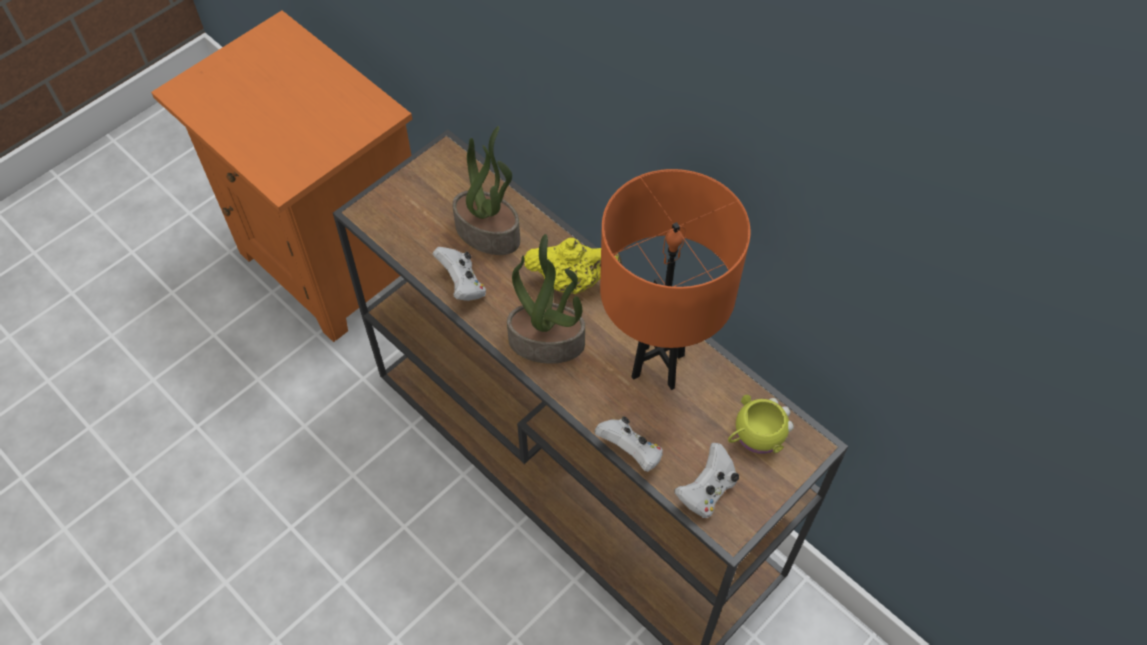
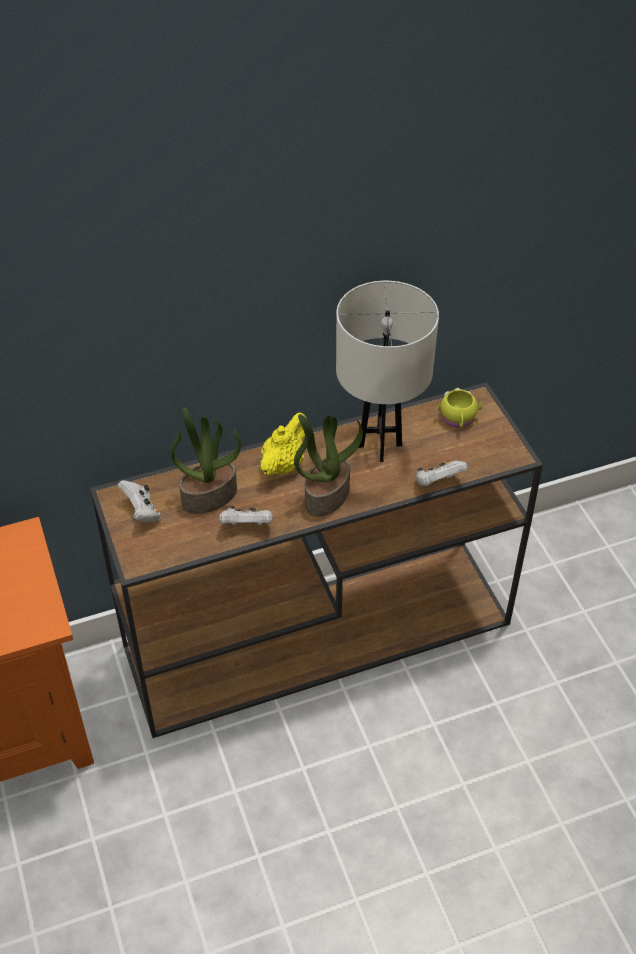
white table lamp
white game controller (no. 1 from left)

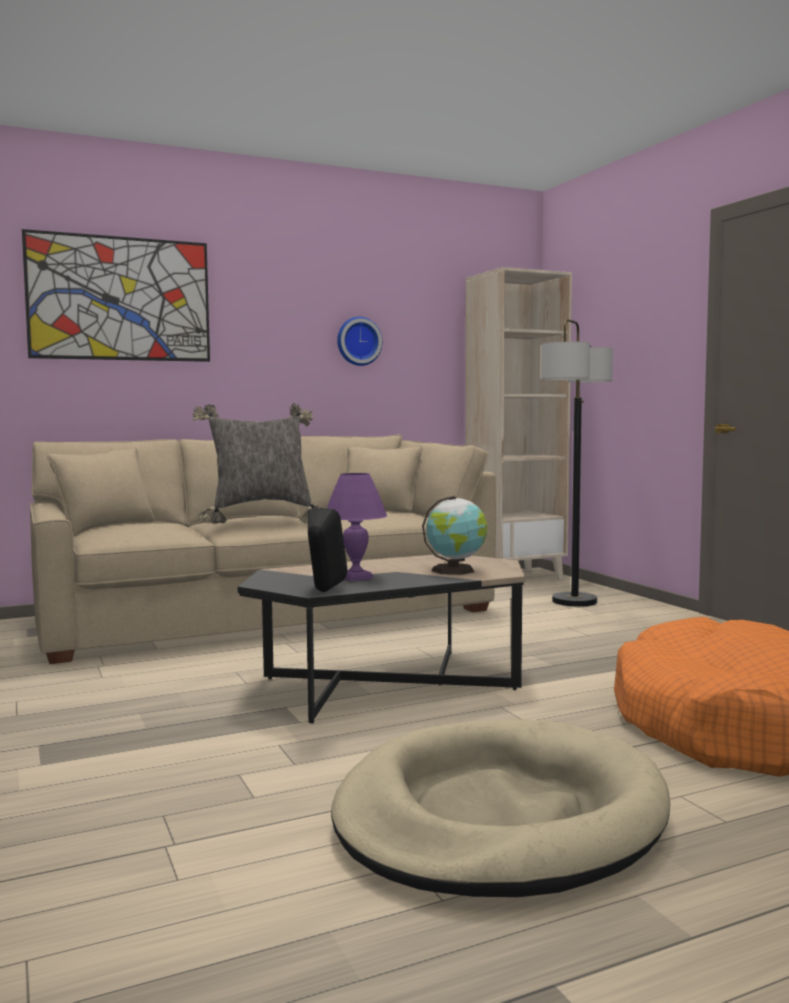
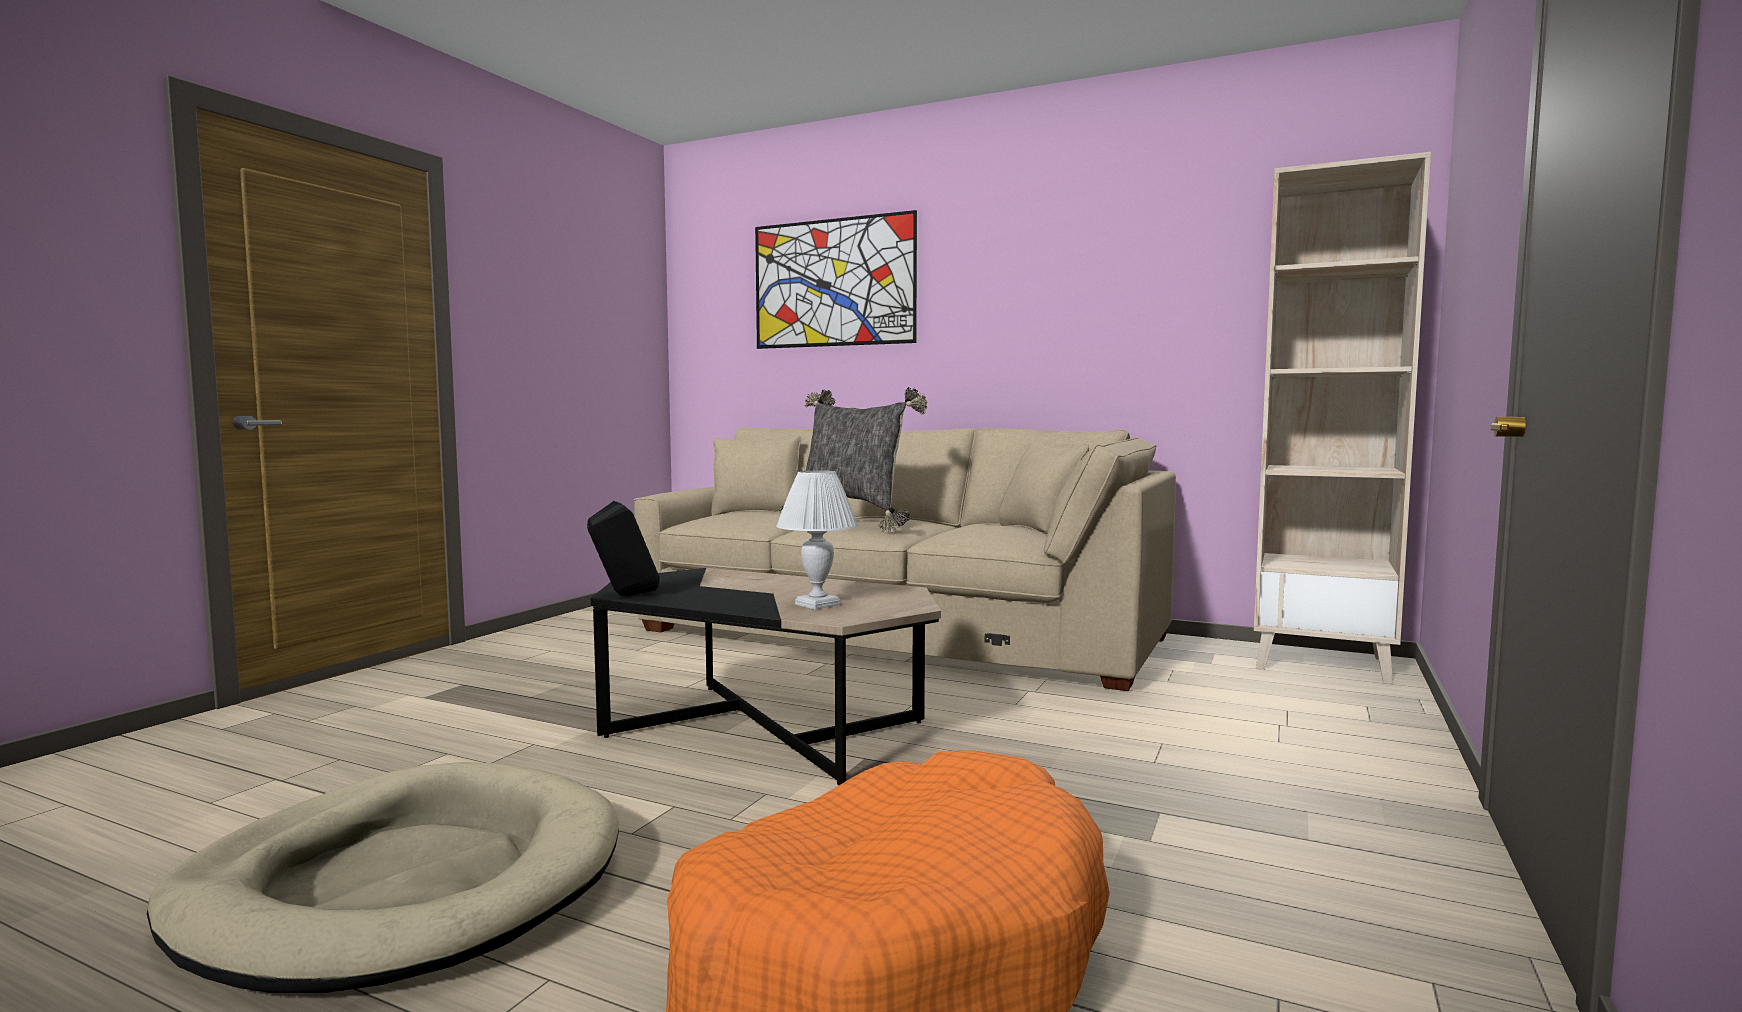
purple table lamp
wall clock
white table lamp
floor lamp

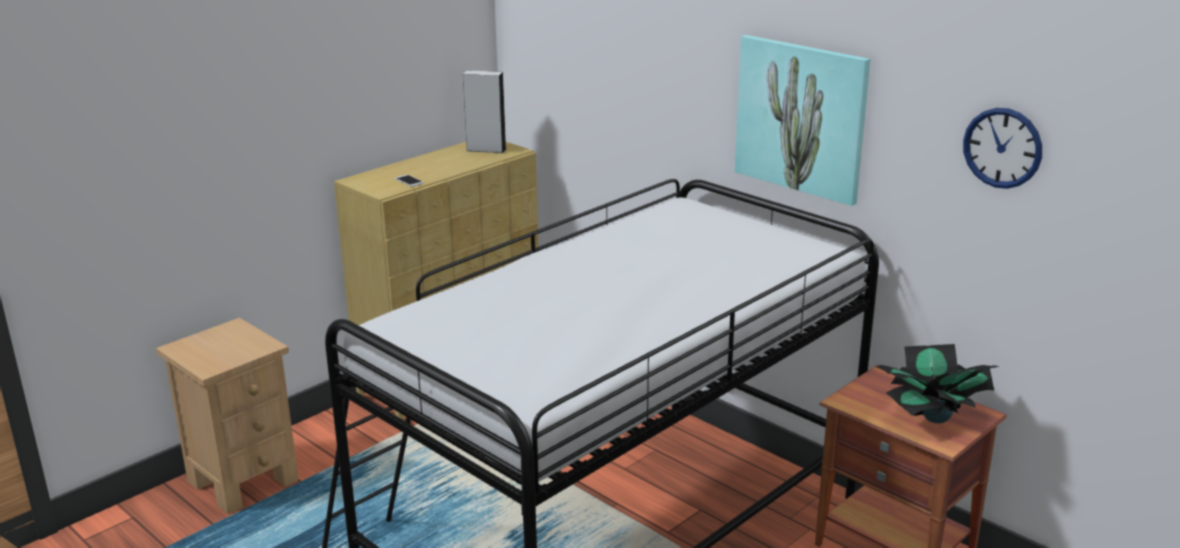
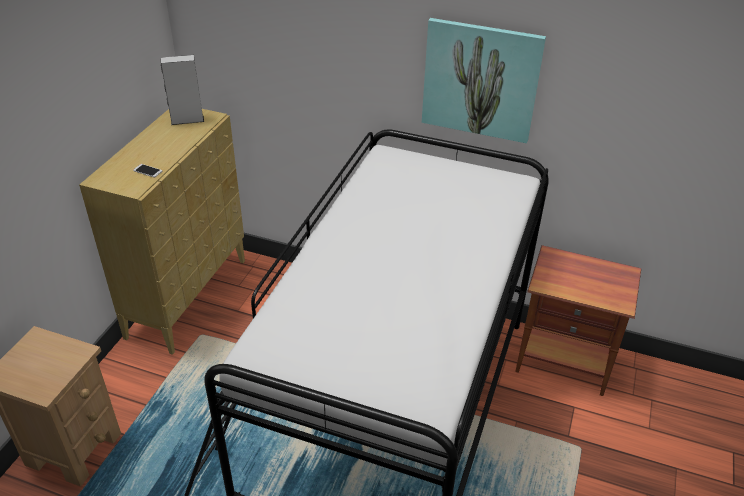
potted plant
wall clock

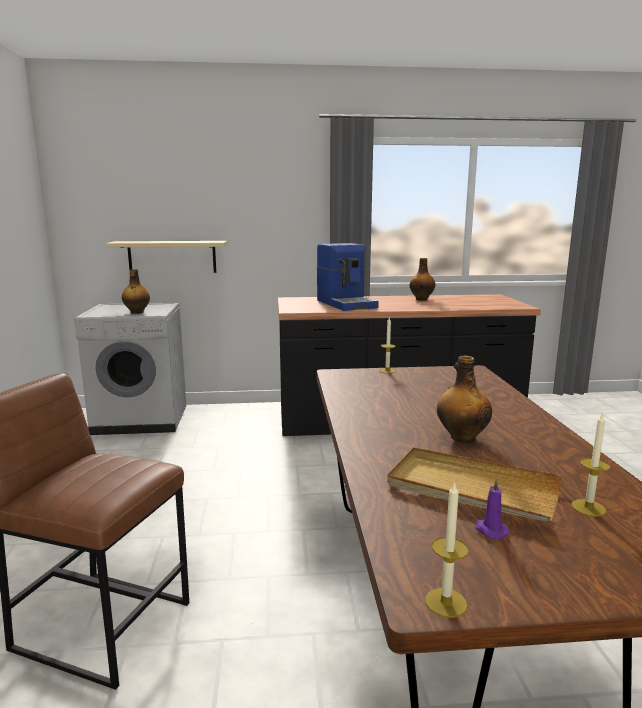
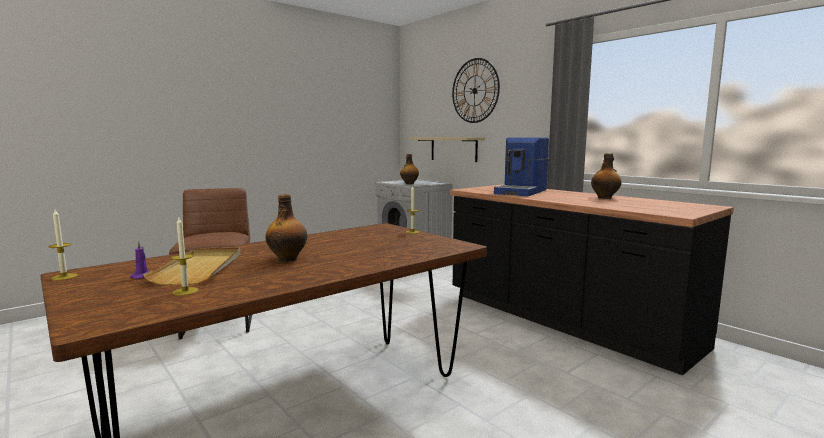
wall clock

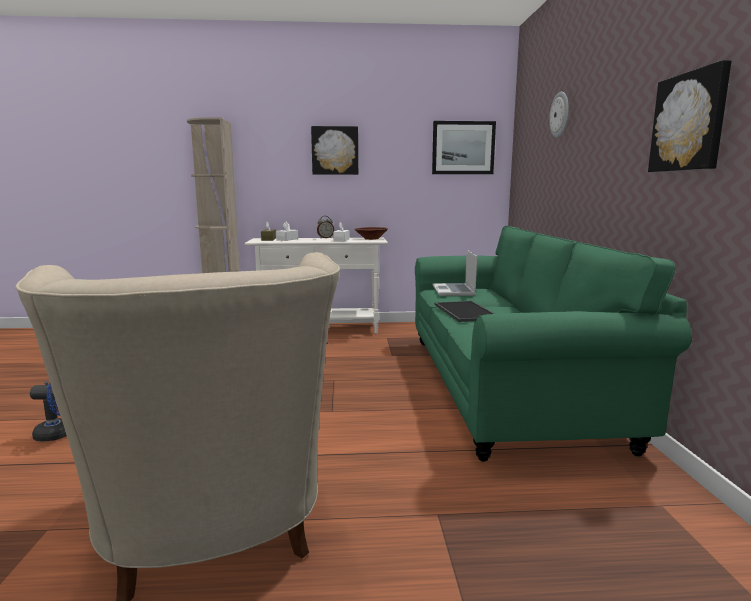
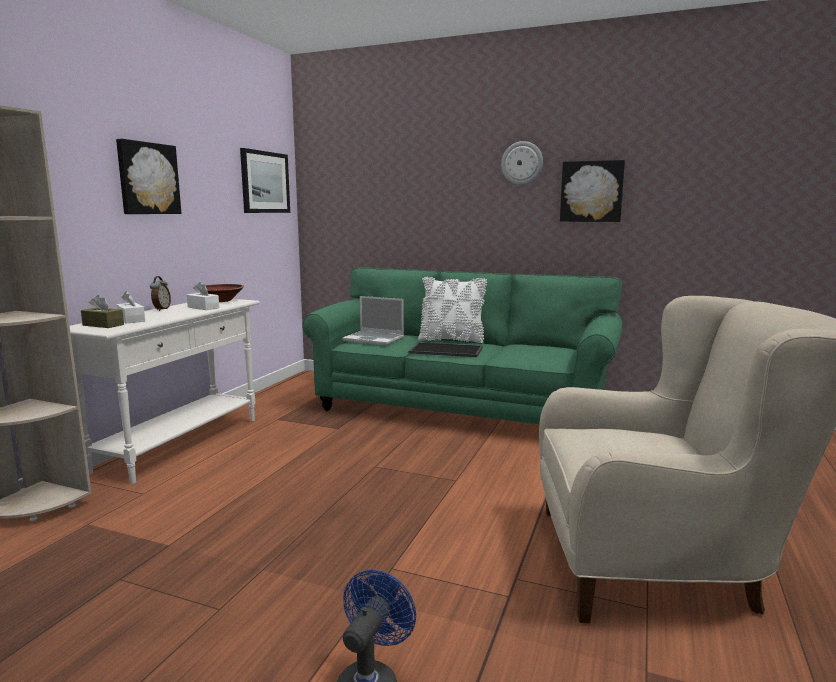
wall clock
white pillow

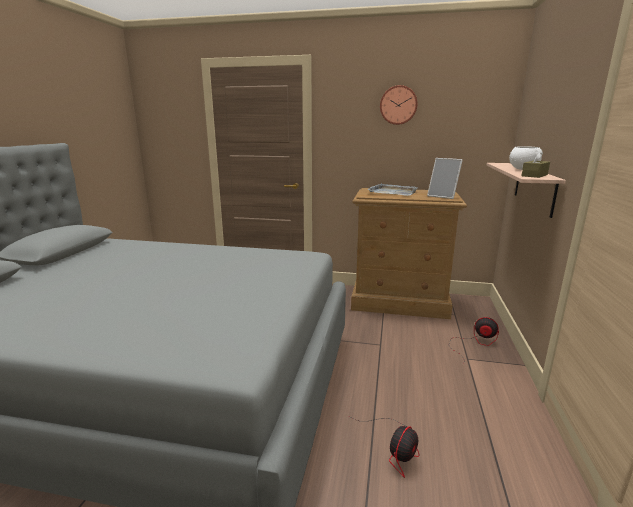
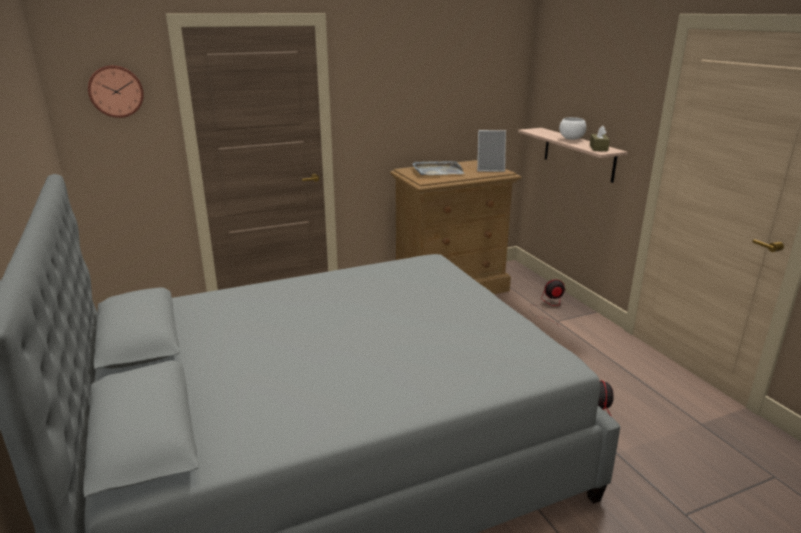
wall clock

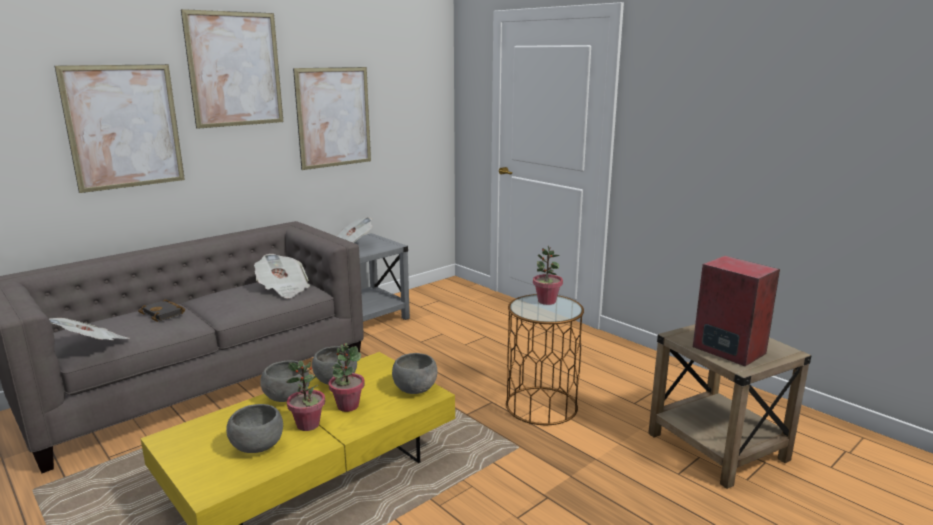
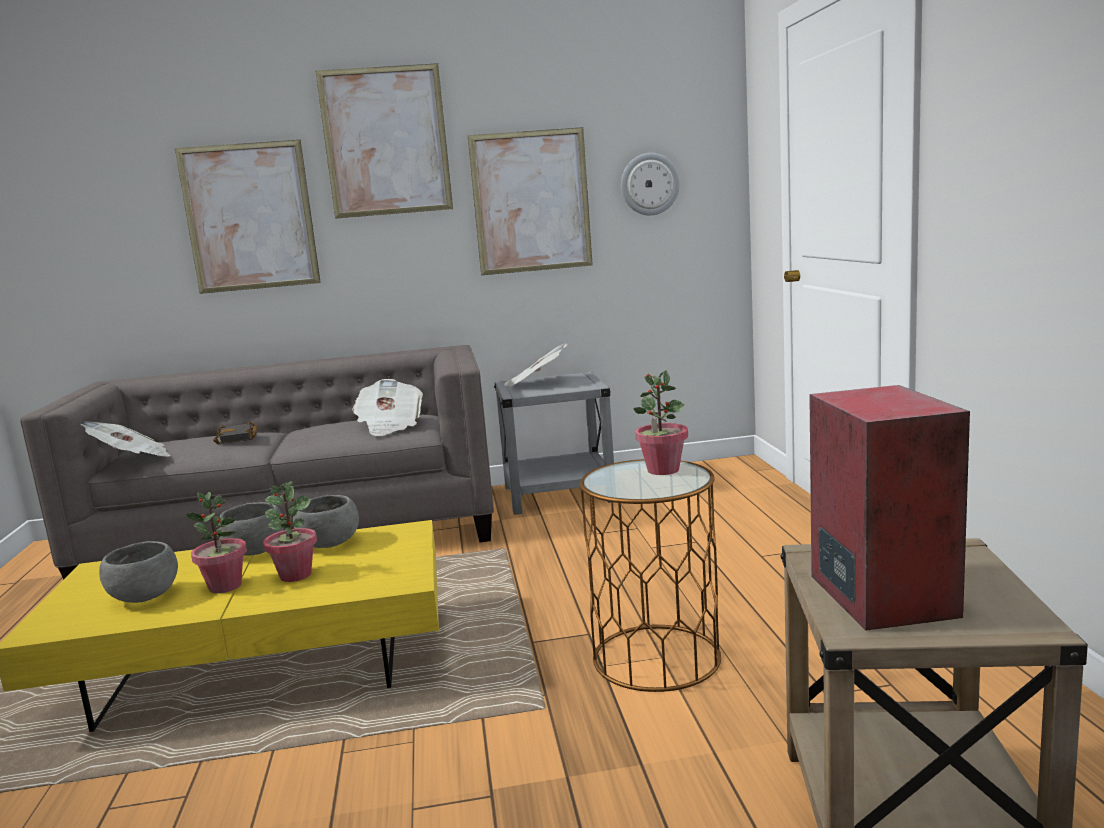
grey bowl (no. 4 from left in the first image)
wall clock

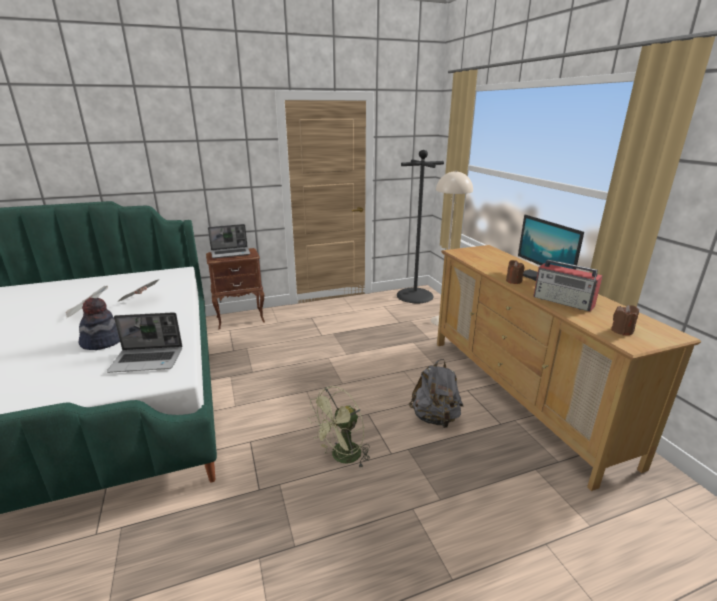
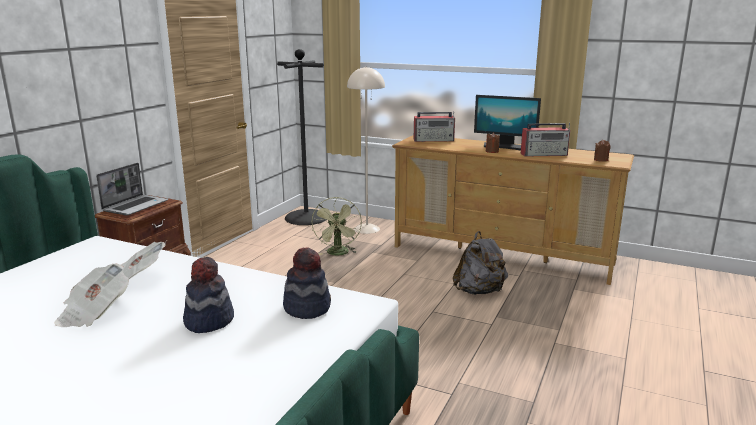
hat (no. 2 from left)
green fan
radio (no. 1 from left)

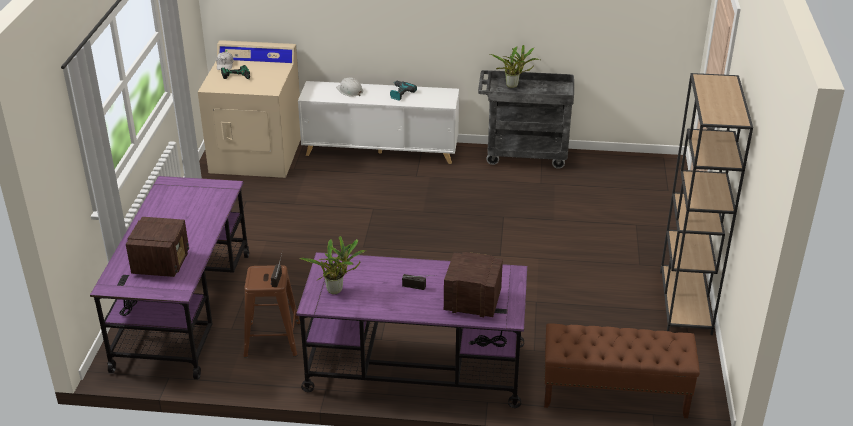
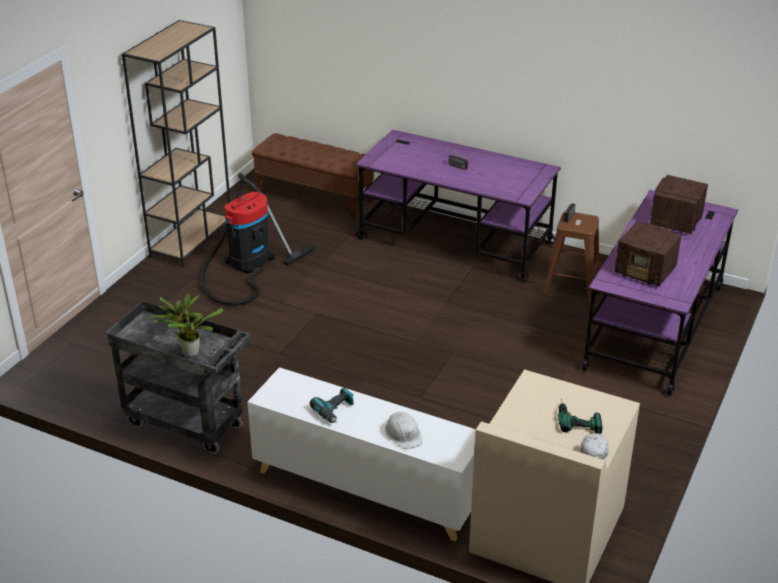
potted plant (no. 1 from left in the first image)
radio (no. 3 from left)
vacuum cleaner

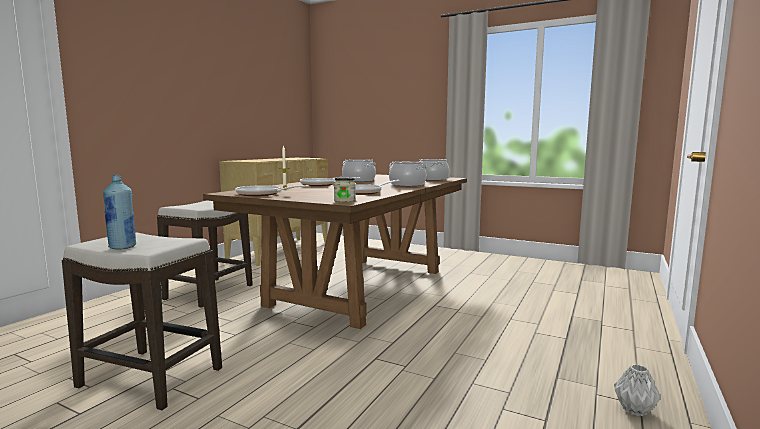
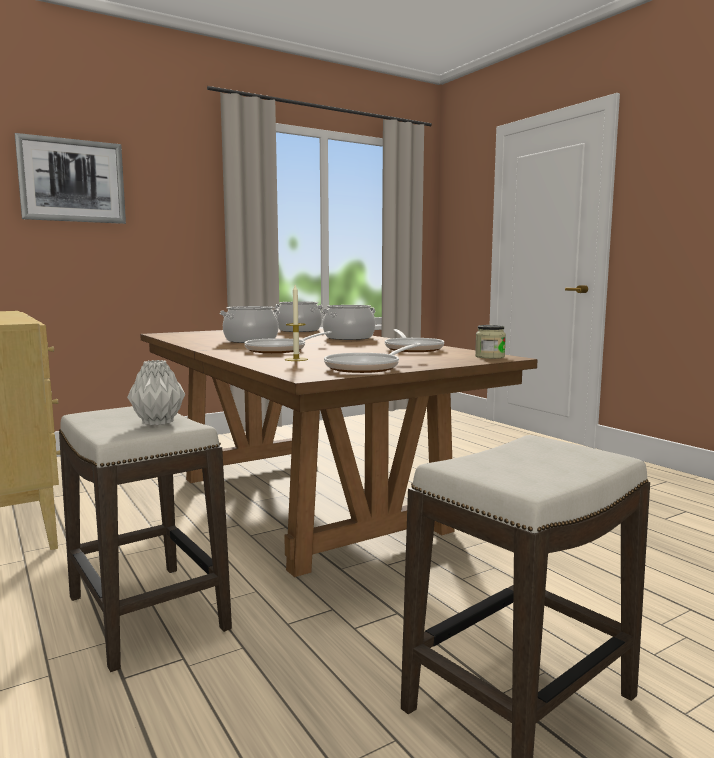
blue bottle
grey vase
picture

